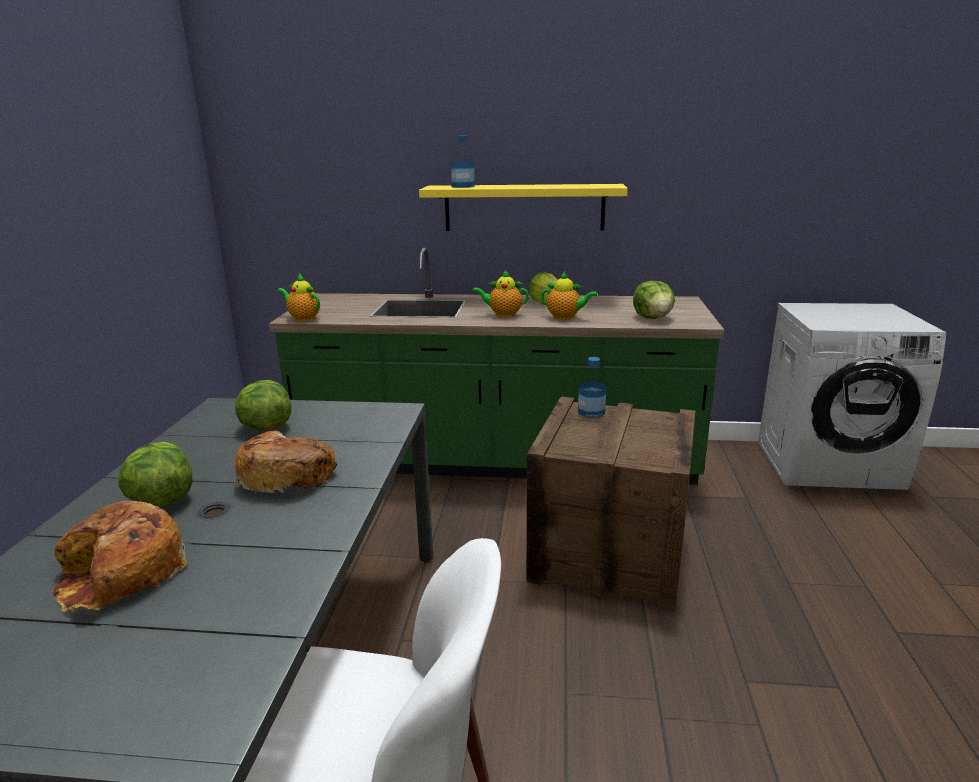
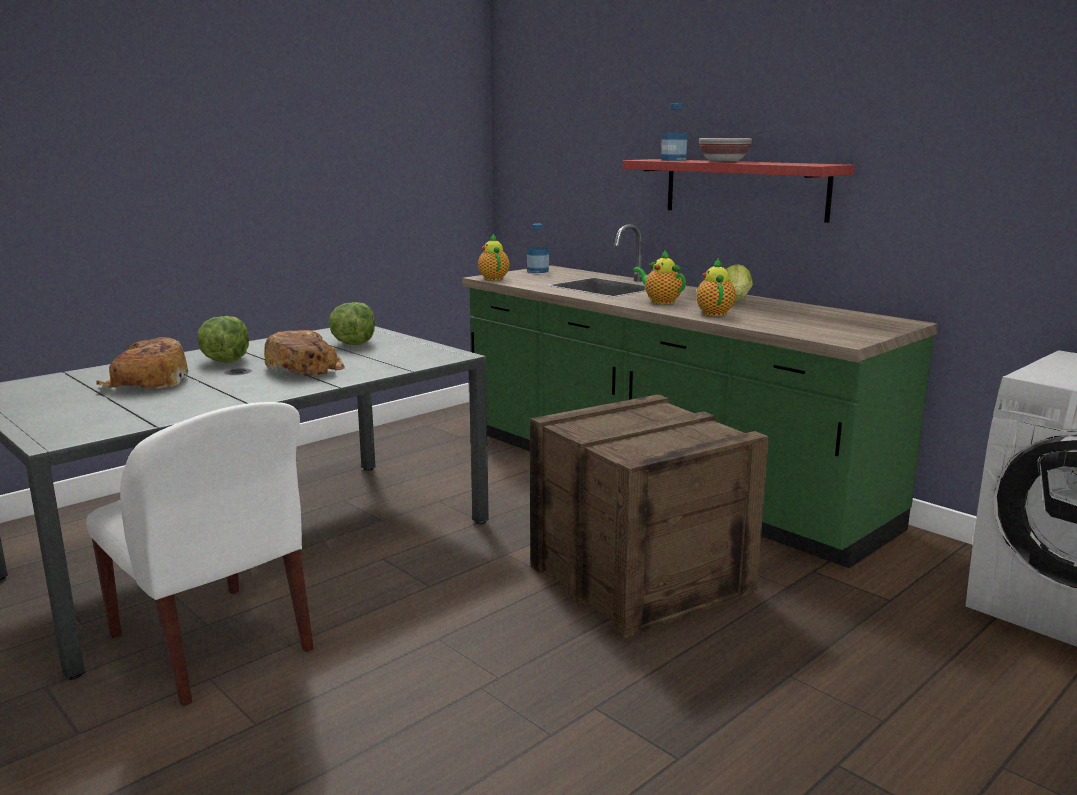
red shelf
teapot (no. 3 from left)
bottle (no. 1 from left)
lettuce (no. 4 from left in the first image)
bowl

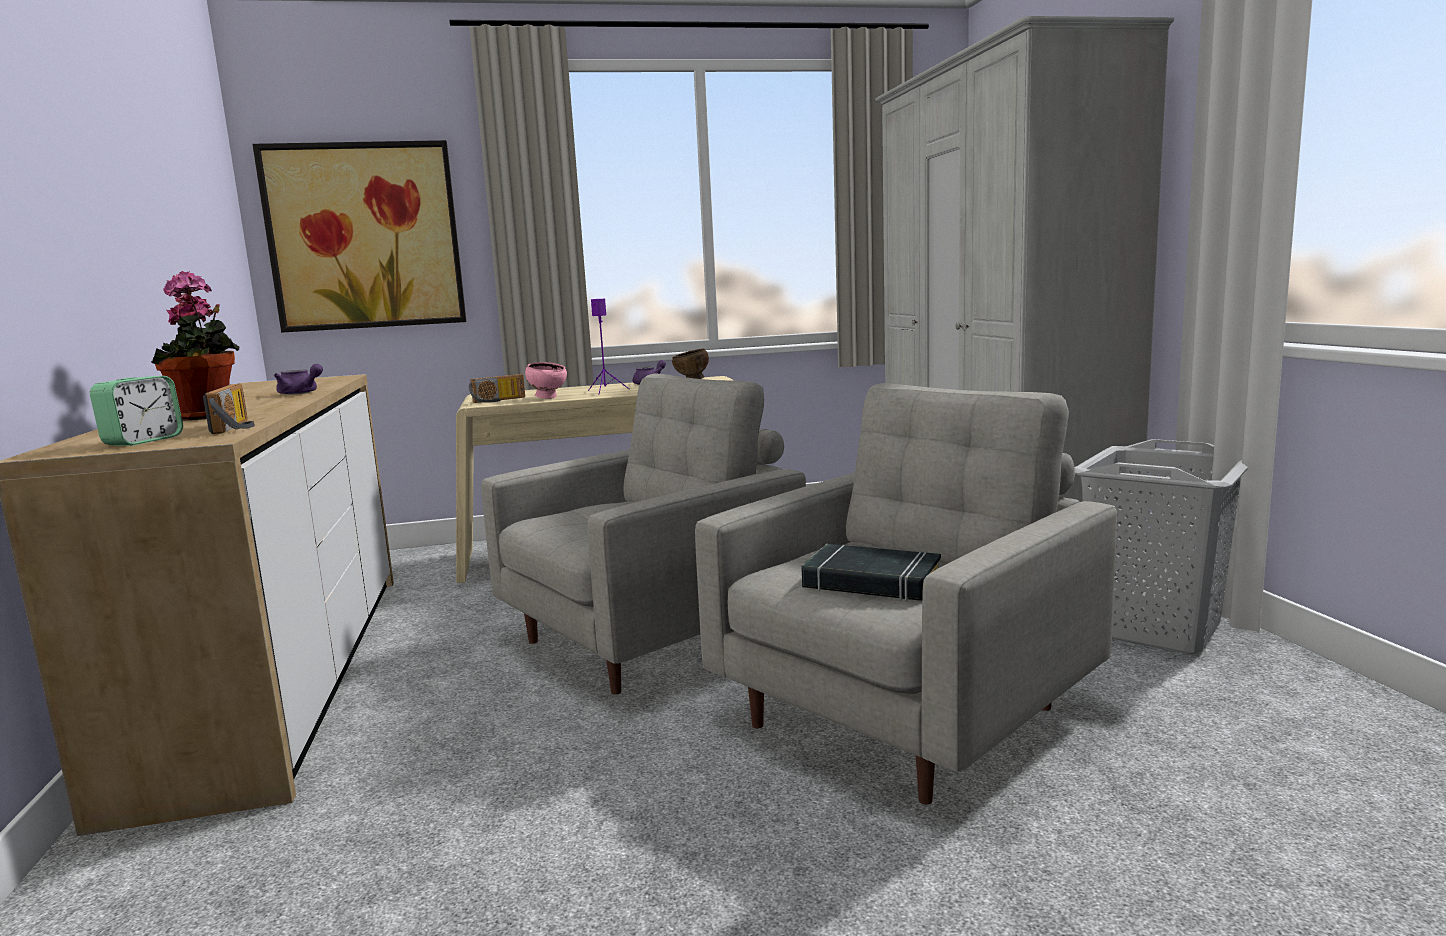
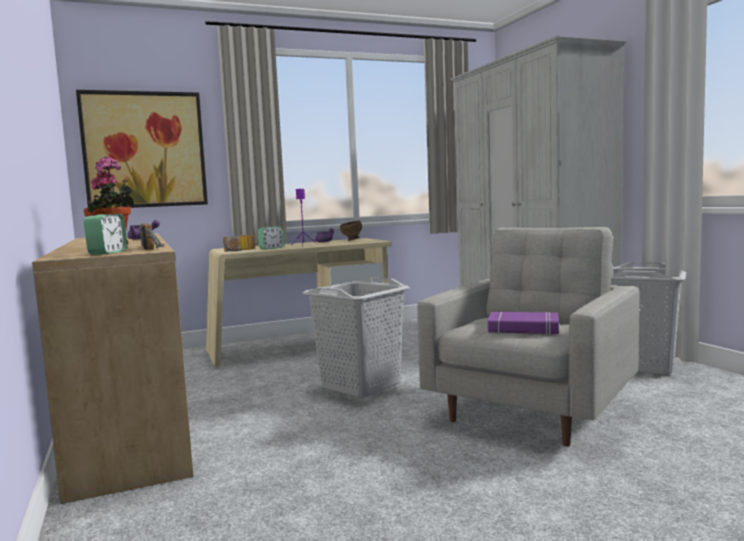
grey laundry basket (no. 1 from left)
alarm clock (no. 2 from left)
purple book

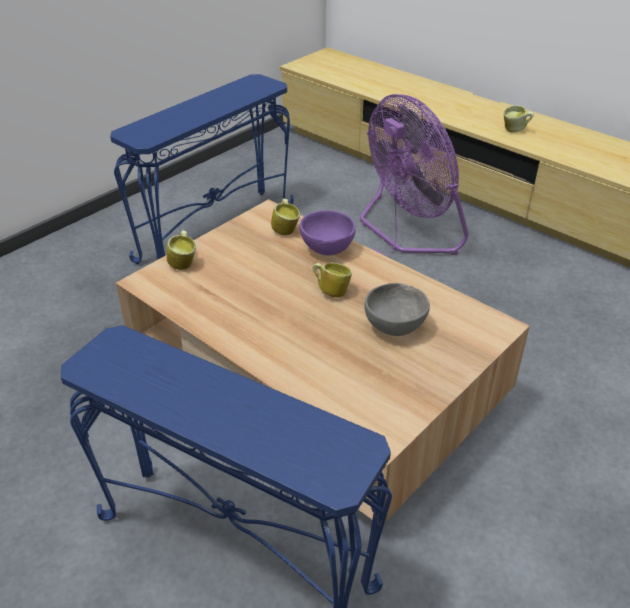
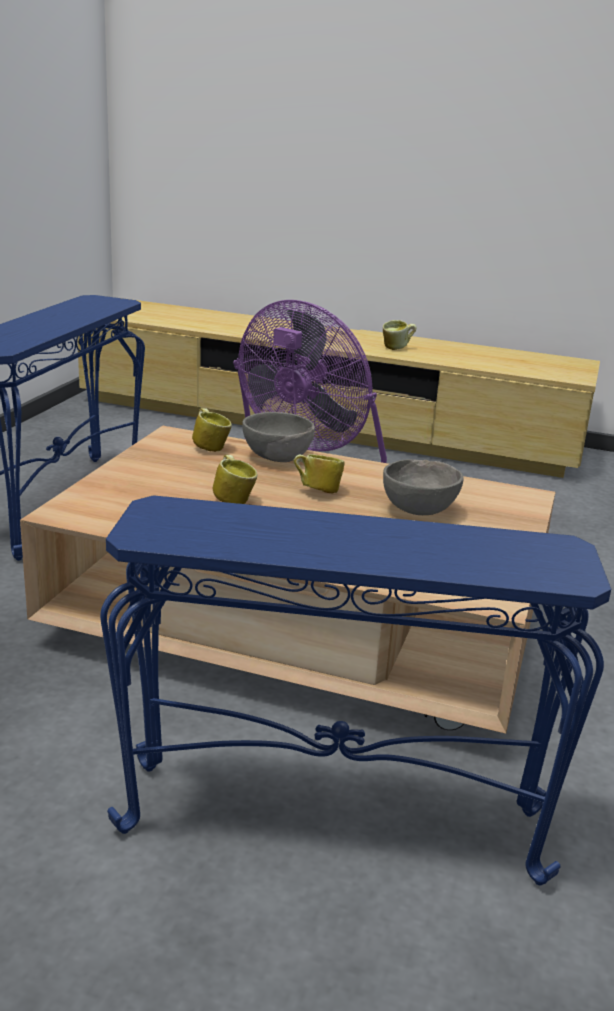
mug (no. 2 from left)
grey bowl (no. 1 from left)

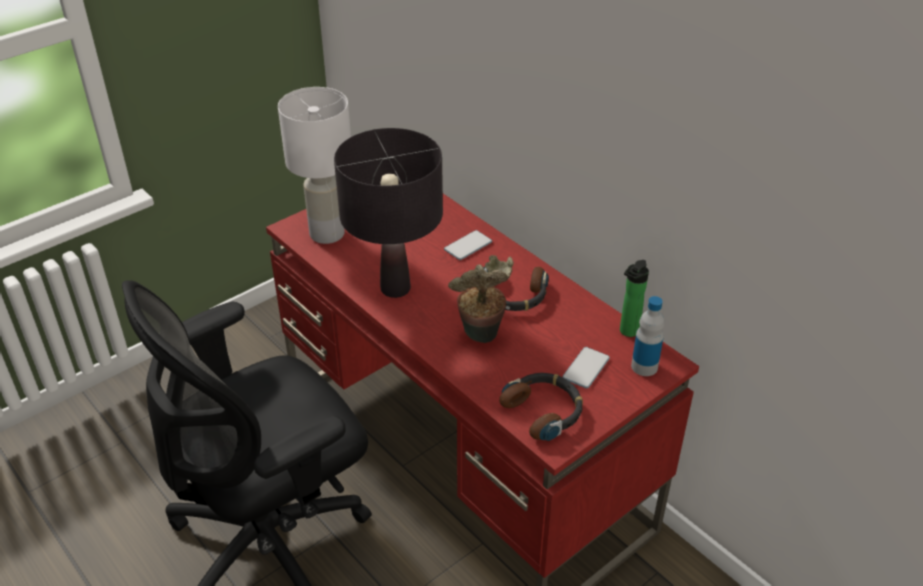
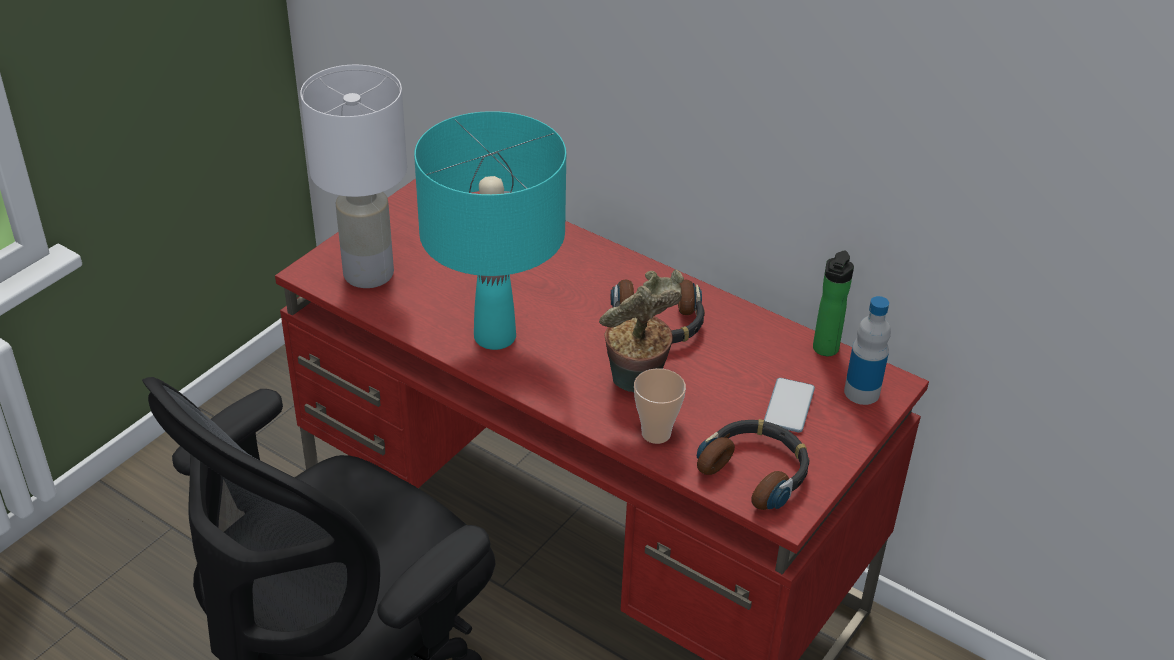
turquoise table lamp
phone (no. 1 from left in the first image)
cup

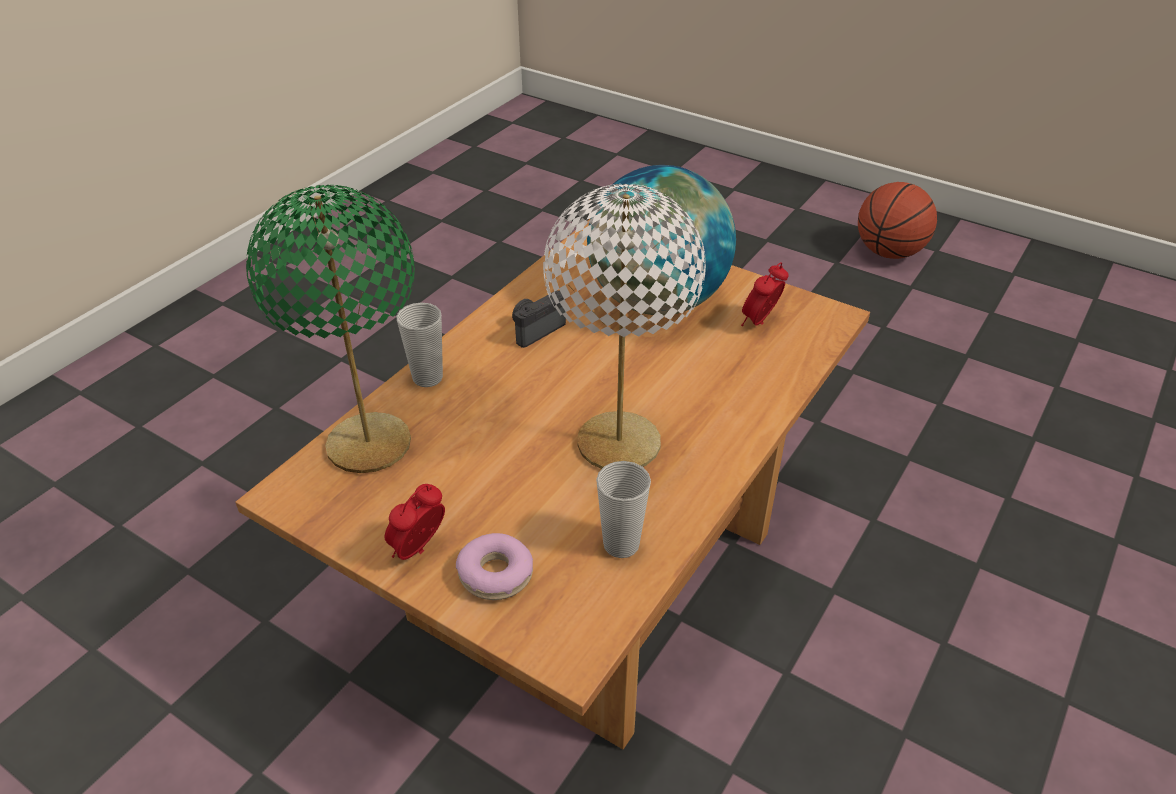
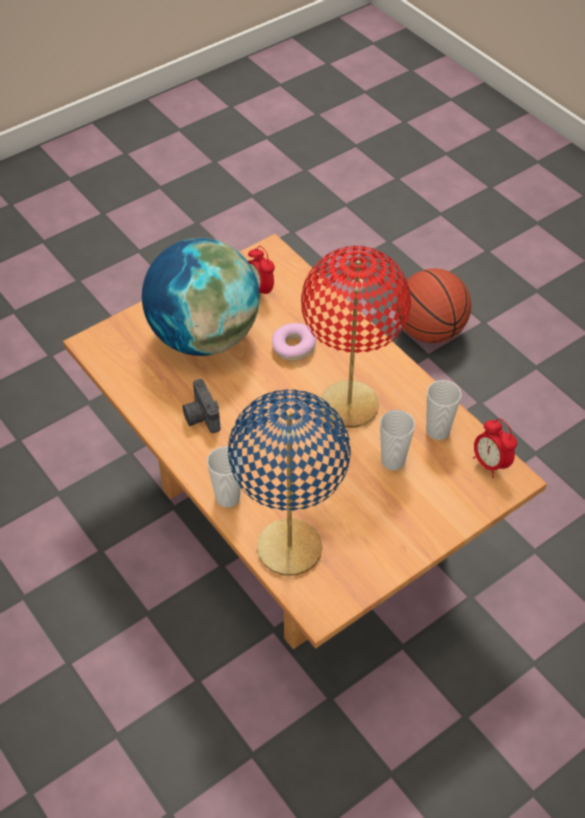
blue table lamp
alarm clock (no. 2 from left)
donut
red table lamp
basketball
cup (no. 2 from left)

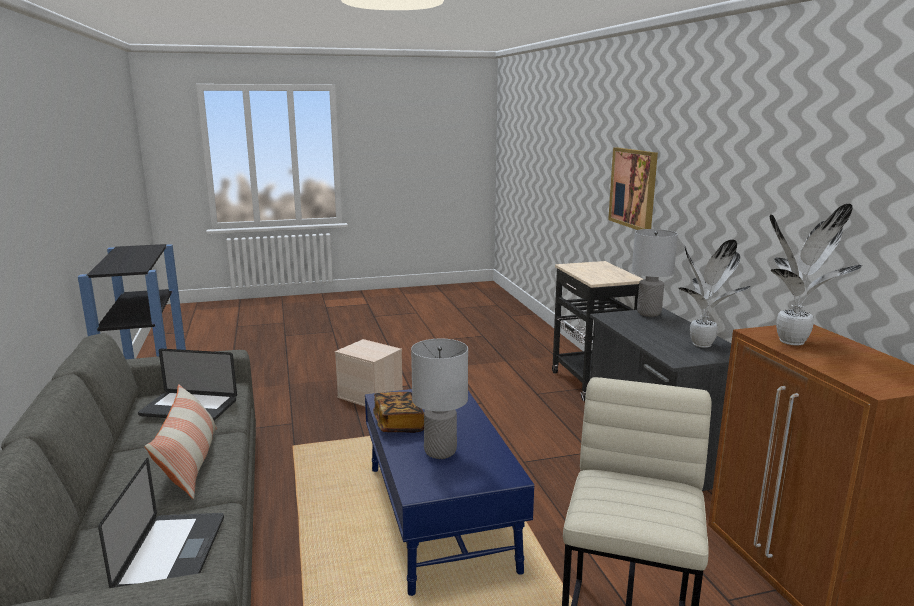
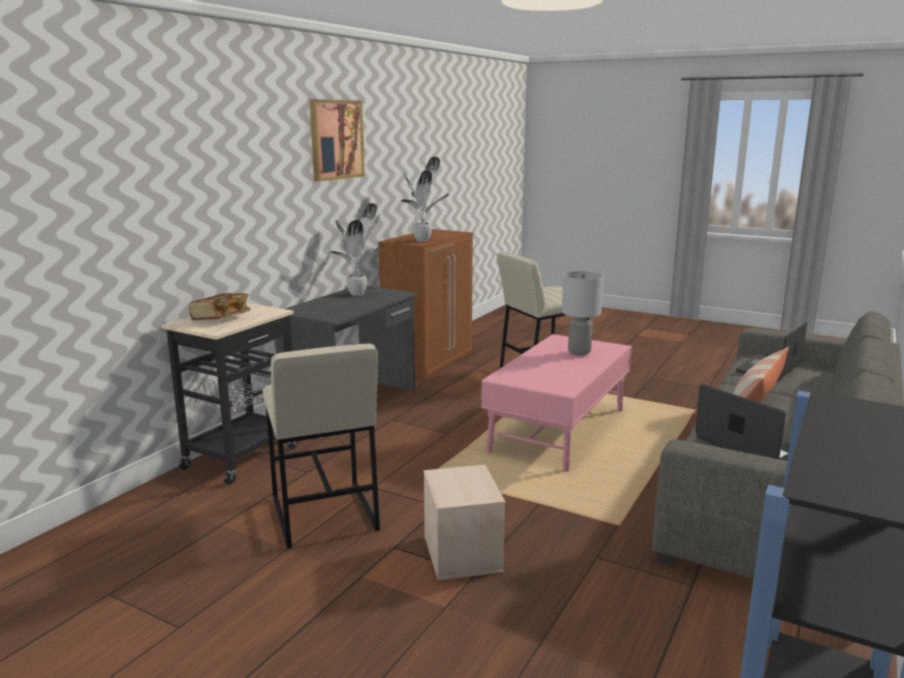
pink coffee table
book
picture
grey table lamp (no. 2 from left in the first image)
beige chair (no. 1 from left)

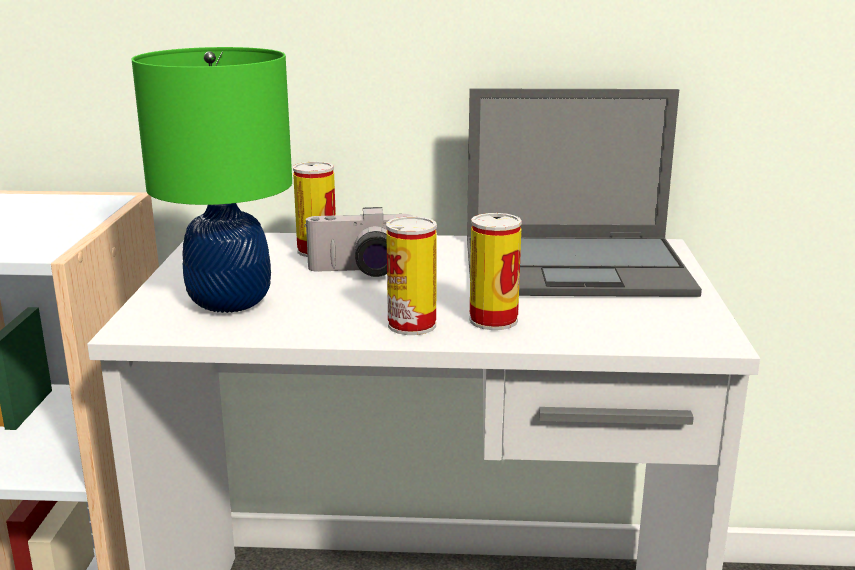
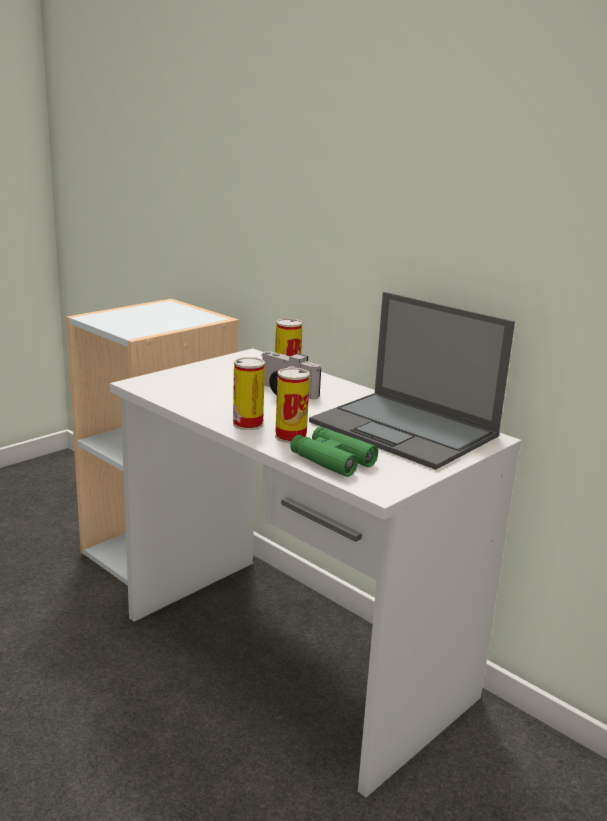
green table lamp
green binoculars

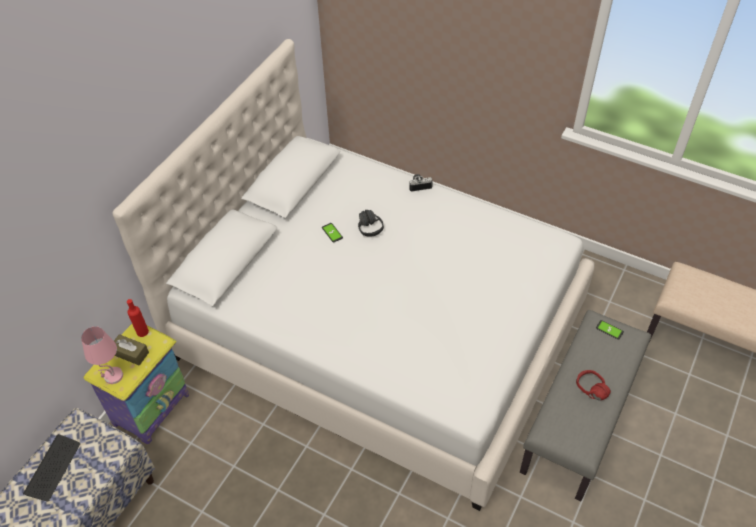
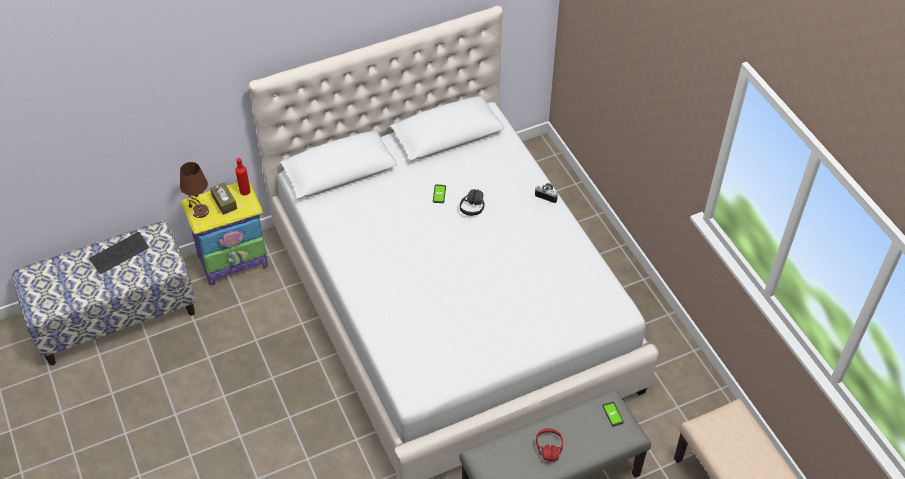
brown table lamp

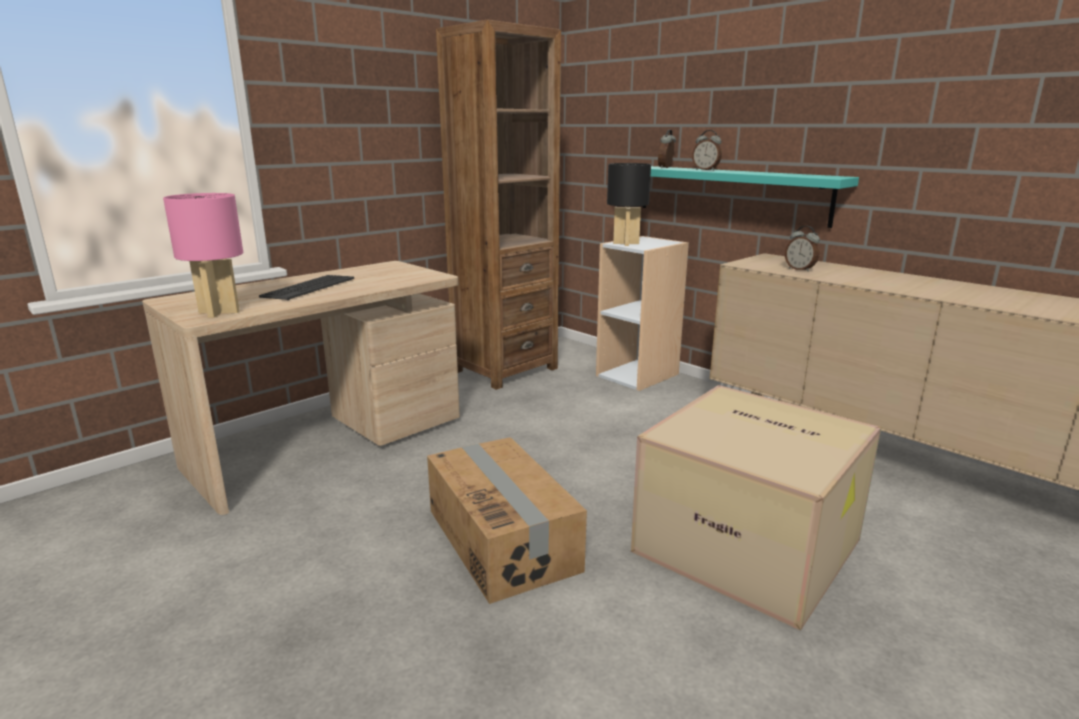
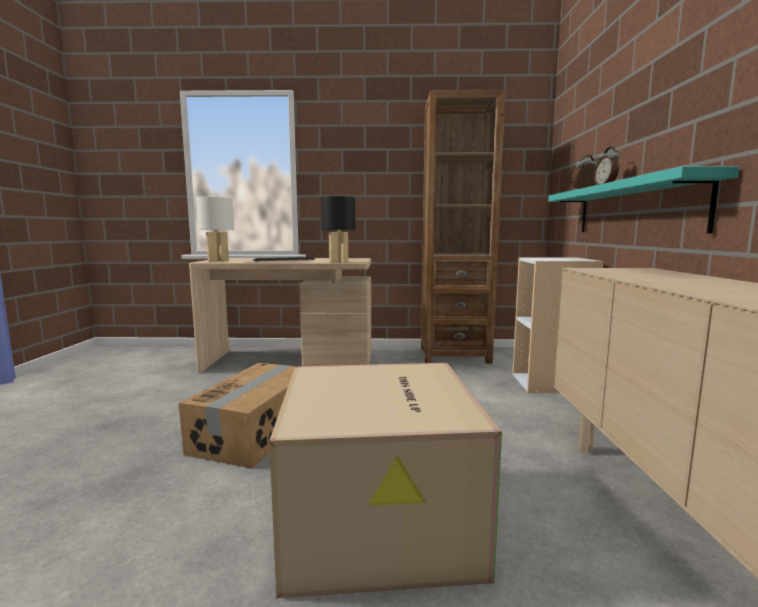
white table lamp
black table lamp
alarm clock (no. 3 from left in the first image)

